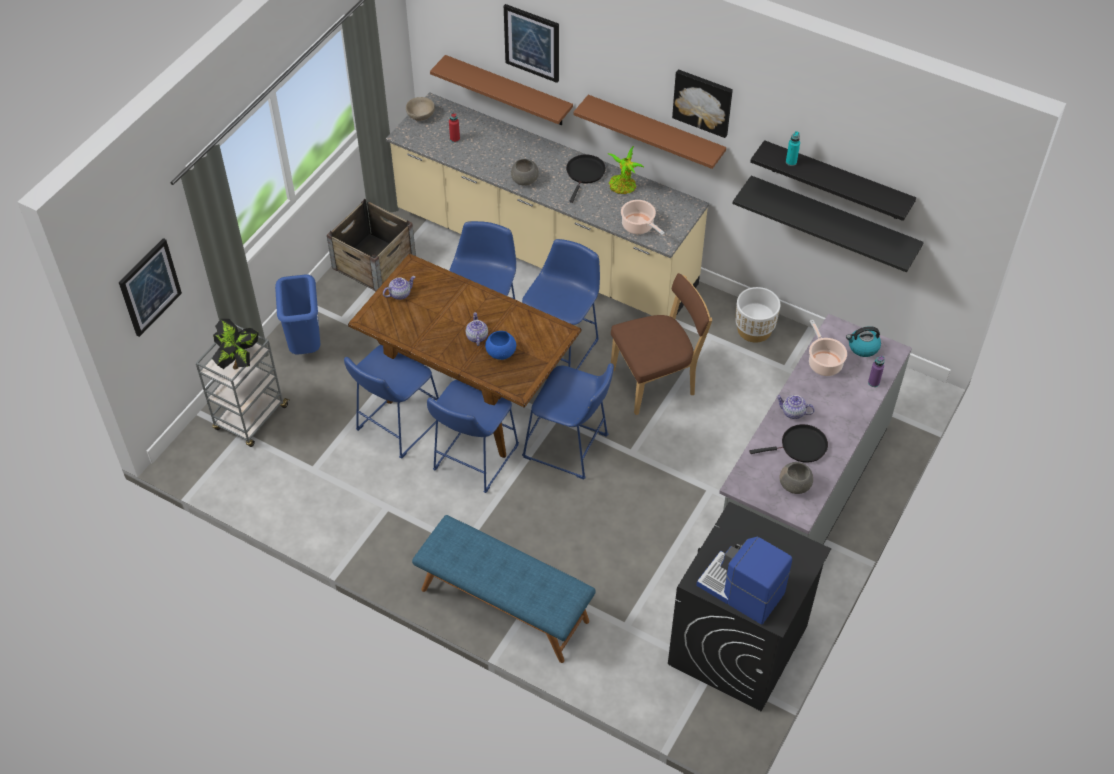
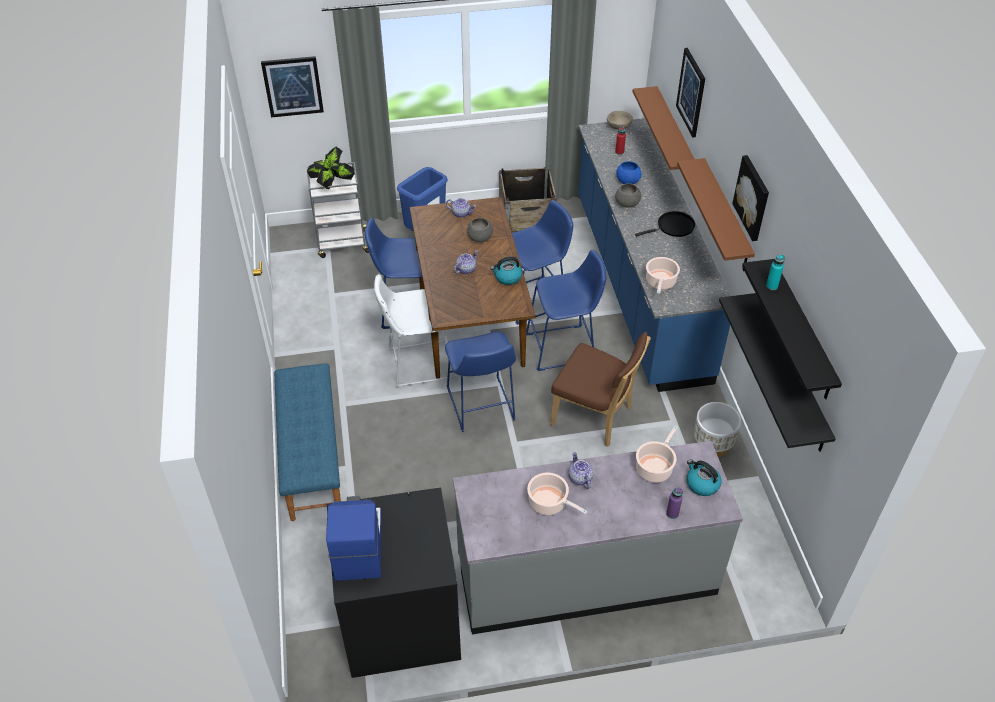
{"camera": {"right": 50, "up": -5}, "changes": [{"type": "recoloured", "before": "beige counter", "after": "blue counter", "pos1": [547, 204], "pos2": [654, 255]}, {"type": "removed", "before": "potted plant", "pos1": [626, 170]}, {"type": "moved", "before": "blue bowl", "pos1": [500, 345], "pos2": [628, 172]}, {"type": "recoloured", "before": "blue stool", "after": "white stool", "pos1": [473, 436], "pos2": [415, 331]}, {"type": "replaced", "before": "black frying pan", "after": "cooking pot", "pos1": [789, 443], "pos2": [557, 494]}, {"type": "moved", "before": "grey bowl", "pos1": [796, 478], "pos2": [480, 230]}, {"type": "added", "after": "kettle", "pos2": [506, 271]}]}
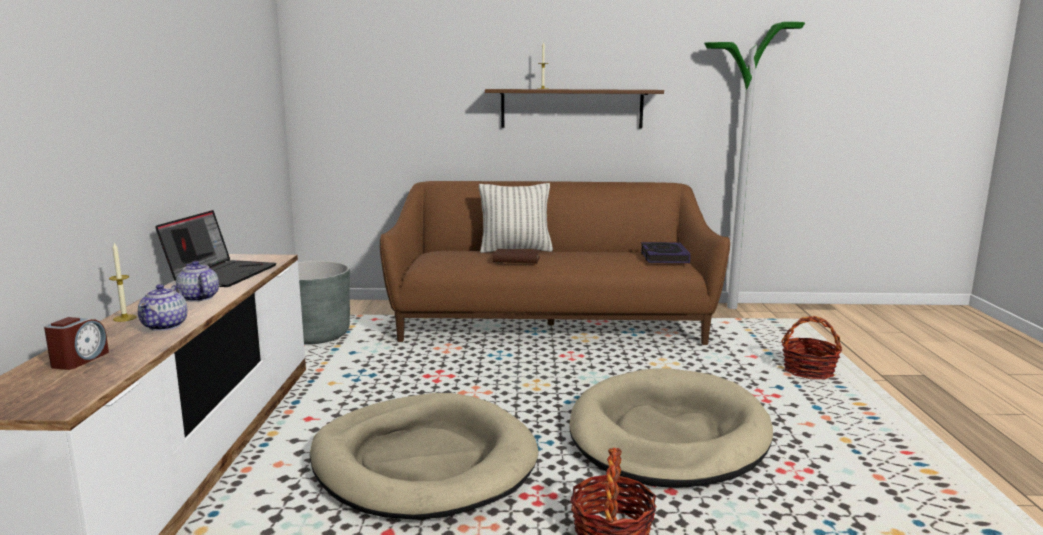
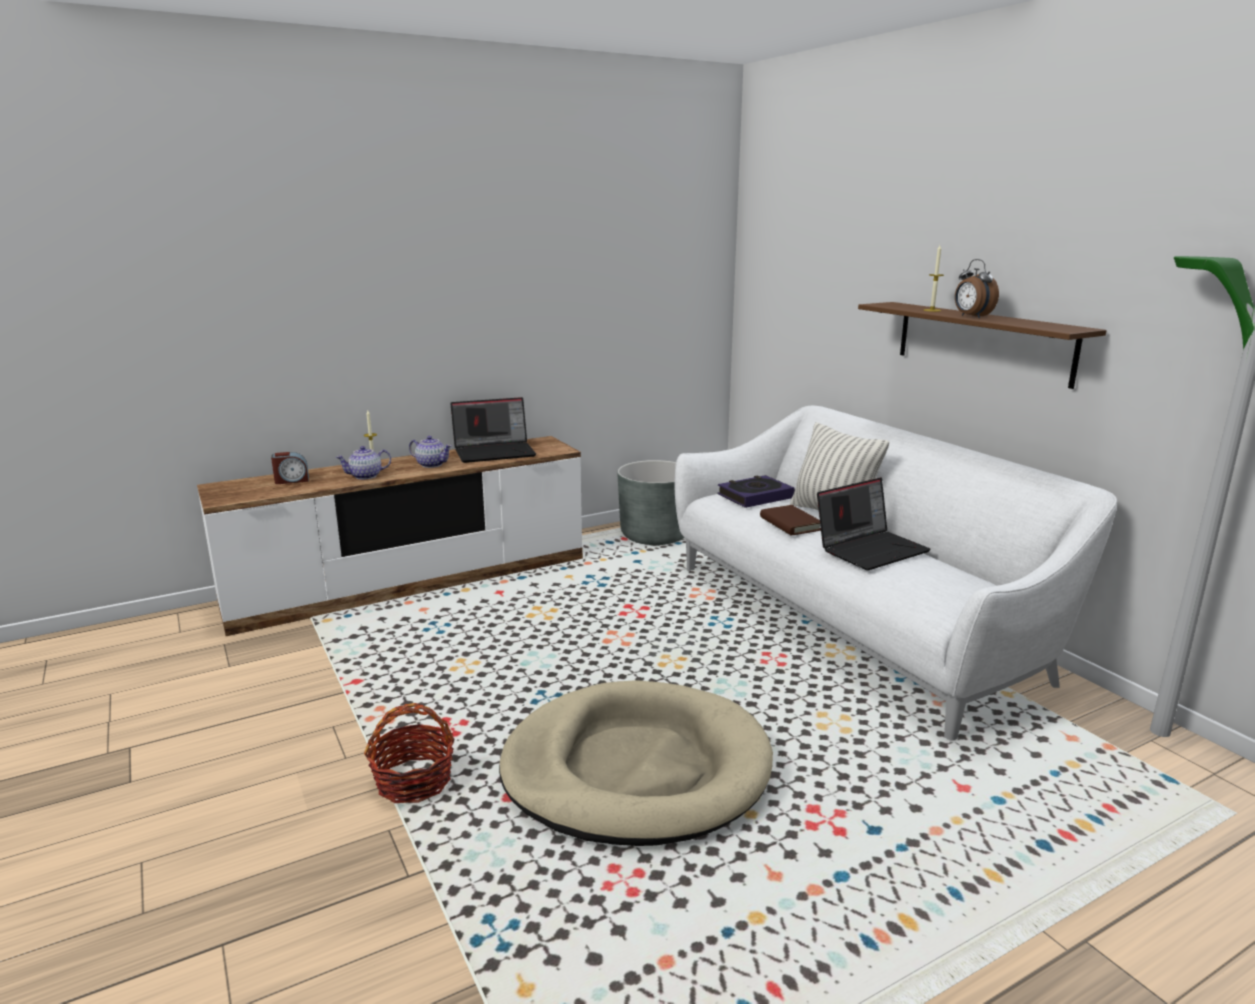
{"camera": {"right": 60, "up": 5}, "changes": [{"type": "recoloured", "before": "brown sofa", "after": "white sofa", "pos1": [555, 263], "pos2": [896, 573]}, {"type": "moved", "before": "book", "pos1": [666, 252], "pos2": [756, 491]}, {"type": "turned", "before": "teapot", "pos1": [197, 281], "pos2": [430, 452], "turn": 90}, {"type": "removed", "before": "basket", "pos1": [811, 347]}, {"type": "removed", "before": "beige dog bed", "pos1": [424, 456]}, {"type": "added", "after": "alarm clock", "pos2": [977, 288]}, {"type": "added", "after": "laptop", "pos2": [874, 524]}]}
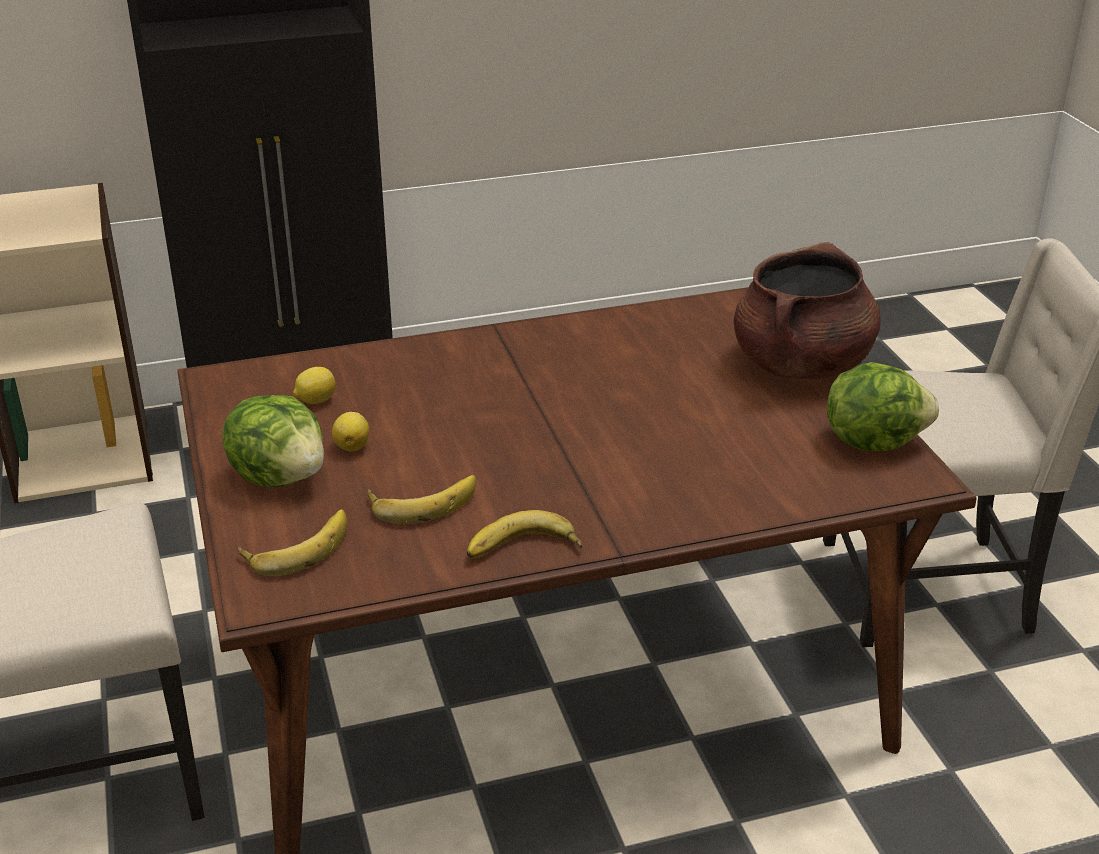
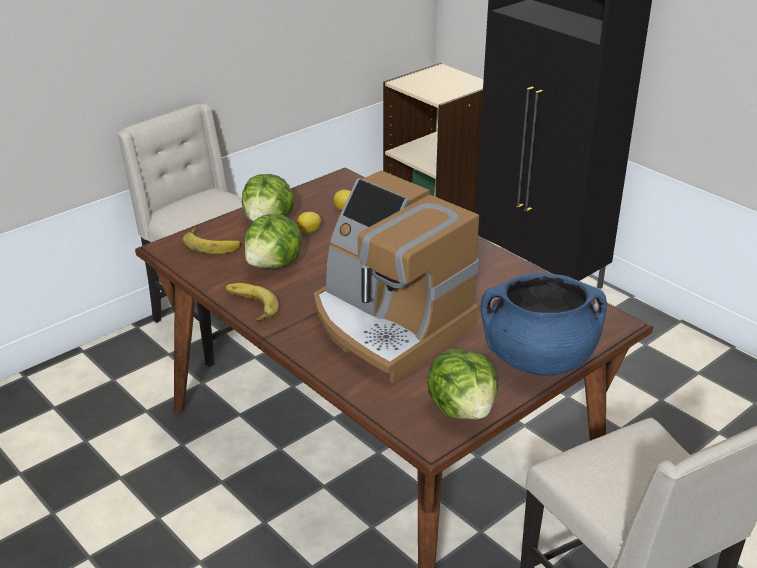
{"camera": {"right": 65, "up": 0}, "changes": [{"type": "recoloured", "before": "brown cooking pot", "after": "blue cooking pot", "pos1": [807, 311], "pos2": [544, 324]}, {"type": "replaced", "before": "banana", "after": "lettuce", "pos1": [422, 499], "pos2": [273, 241]}, {"type": "added", "after": "coffee machine", "pos2": [396, 277]}]}
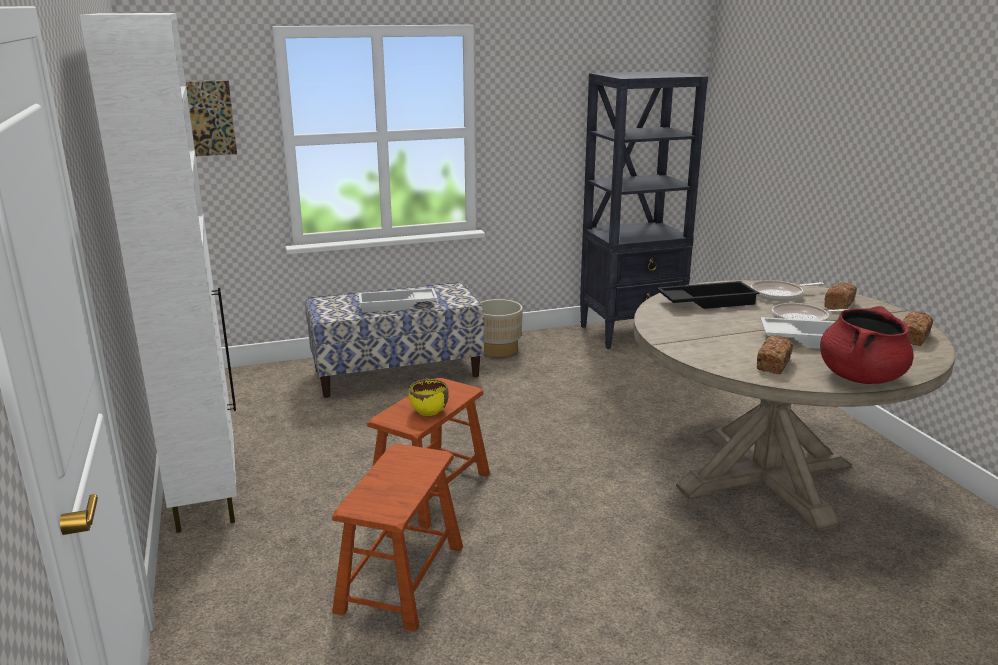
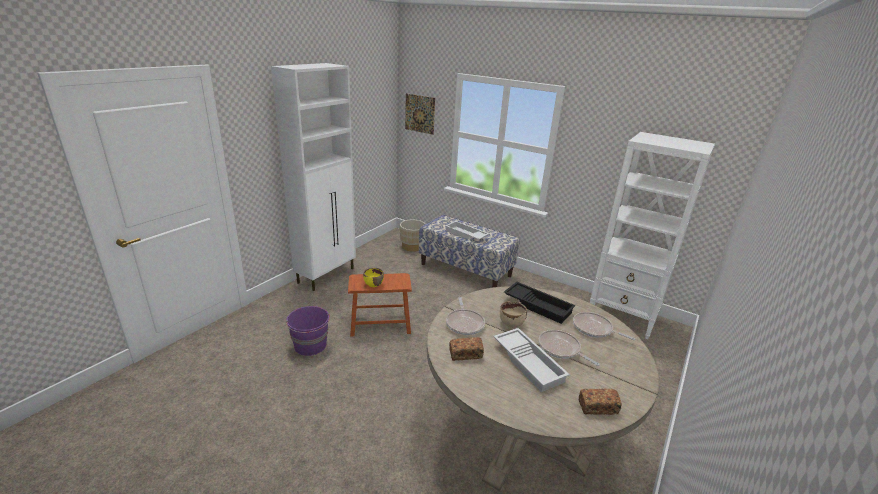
{"camera": {"right": 50, "up": 5}, "changes": [{"type": "recoloured", "before": "black bookcase", "after": "white bookcase", "pos1": [644, 210], "pos2": [652, 235]}, {"type": "removed", "before": "bread", "pos1": [840, 296]}, {"type": "moved", "before": "beige planter", "pos1": [501, 328], "pos2": [413, 236]}, {"type": "removed", "before": "red cooking pot", "pos1": [866, 345]}, {"type": "replaced", "before": "brown stool", "after": "purple bucket", "pos1": [397, 538], "pos2": [308, 331]}, {"type": "added", "after": "frying pan", "pos2": [465, 316]}, {"type": "added", "after": "beige bowl", "pos2": [513, 314]}]}
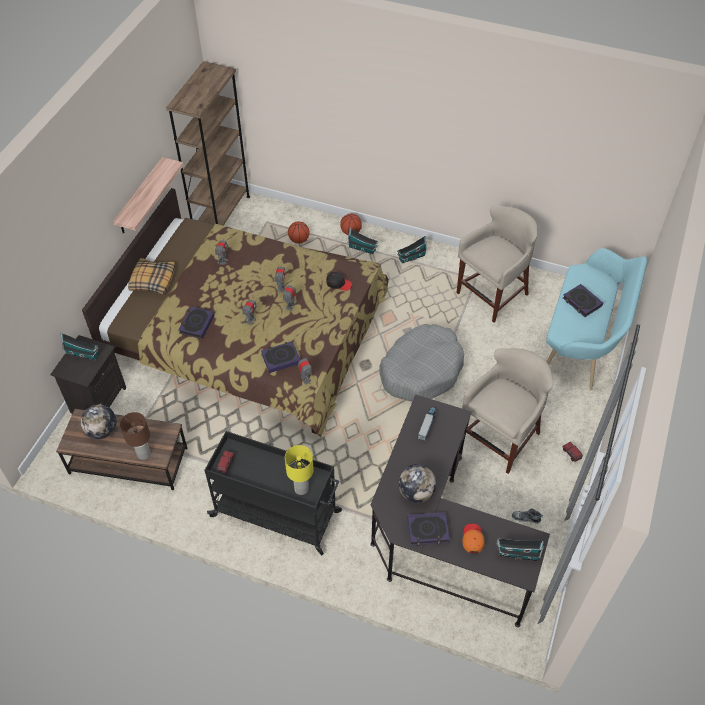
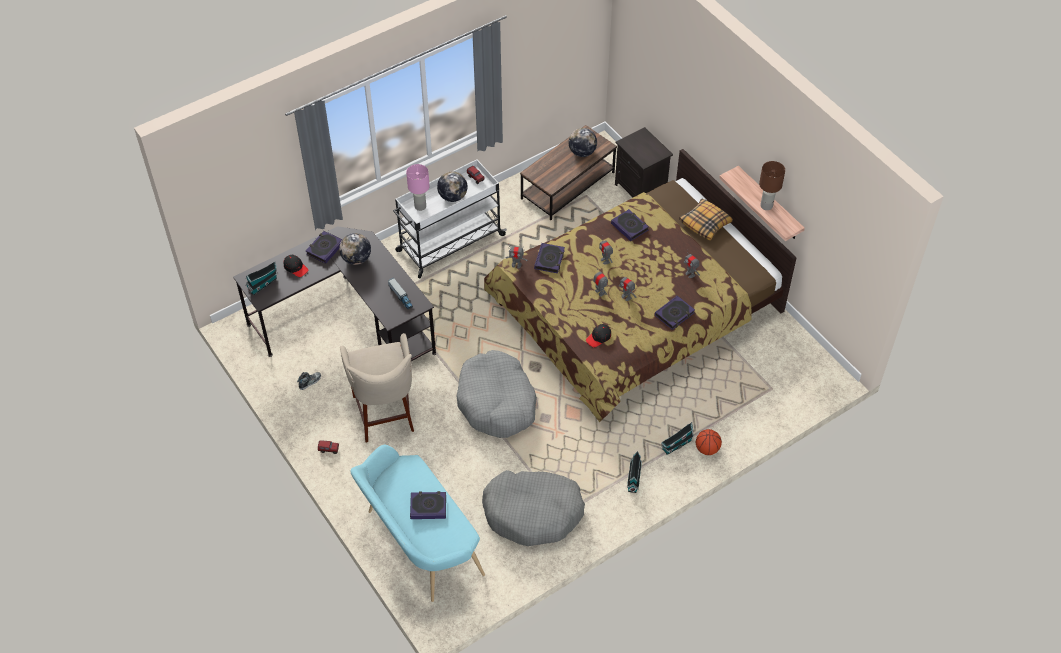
{"camera": {"right": 125, "up": 0}, "changes": [{"type": "removed", "before": "brown bookcase", "pos1": [208, 143]}, {"type": "replaced", "before": "beige stool", "after": "grey dog bed", "pos1": [497, 264], "pos2": [533, 508]}, {"type": "removed", "before": "basketball", "pos1": [299, 232]}, {"type": "removed", "before": "toy house", "pos1": [79, 347]}, {"type": "moved", "before": "brown table lamp", "pos1": [135, 436], "pos2": [772, 185]}, {"type": "recoloured", "before": "black cart", "after": "white cart", "pos1": [273, 493], "pos2": [450, 218]}, {"type": "recoloured", "before": "yellow table lamp", "after": "pink table lamp", "pos1": [299, 470], "pos2": [418, 187]}, {"type": "recoloured", "before": "orange cap", "after": "black cap", "pos1": [473, 538], "pos2": [295, 266]}, {"type": "added", "after": "globe", "pos2": [452, 186]}, {"type": "added", "after": "book", "pos2": [675, 313]}]}
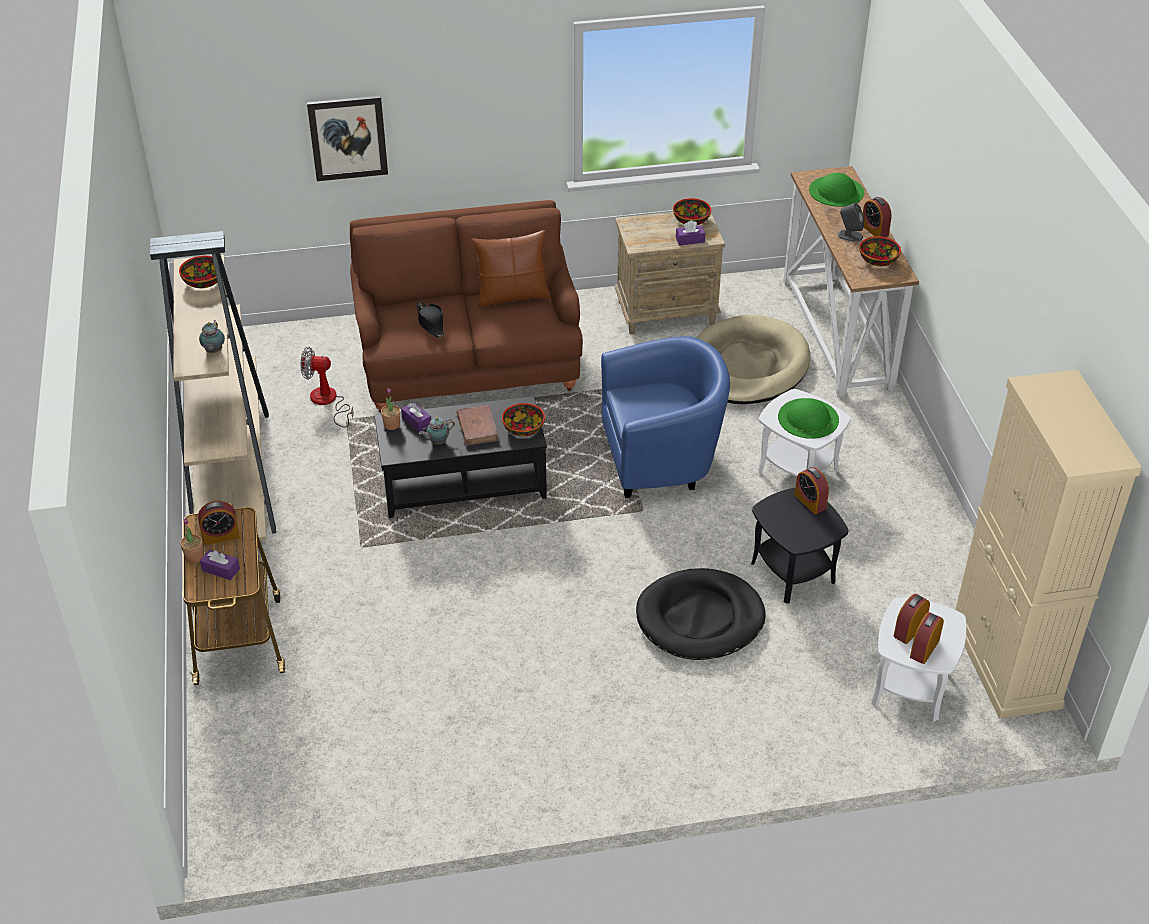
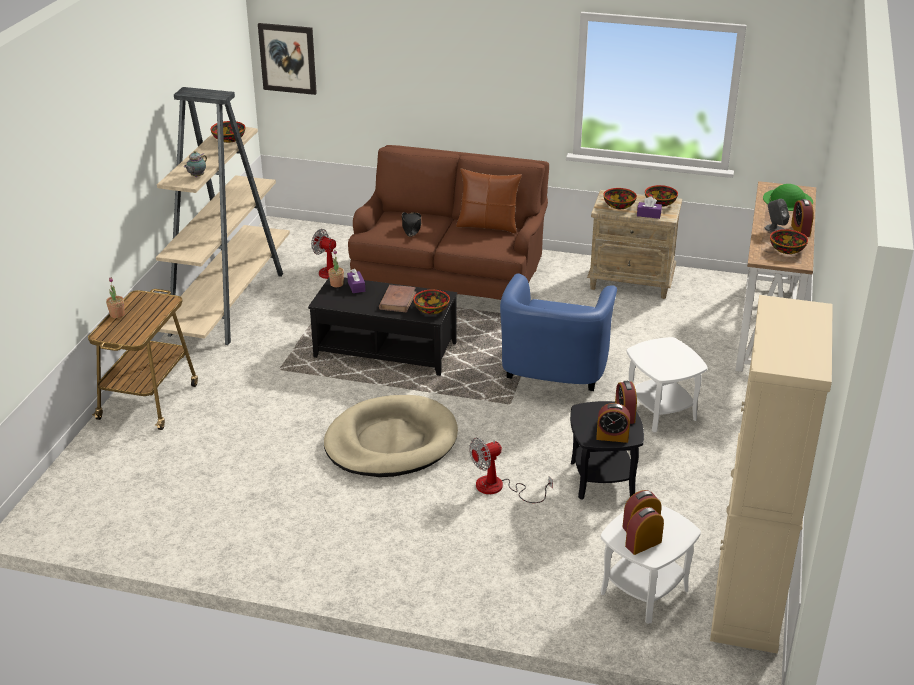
{"camera": {"right": 25, "up": -10}, "changes": [{"type": "moved", "before": "picture", "pos1": [347, 138], "pos2": [287, 59]}, {"type": "moved", "before": "beige dog bed", "pos1": [753, 359], "pos2": [391, 436]}, {"type": "turned", "before": "blue armchair", "pos1": [665, 417], "pos2": [558, 332], "turn": 90}, {"type": "removed", "before": "green hat", "pos1": [808, 418]}, {"type": "removed", "before": "teapot", "pos1": [437, 431]}, {"type": "moved", "before": "alarm clock", "pos1": [219, 523], "pos2": [613, 423]}, {"type": "removed", "before": "purple tissue box", "pos1": [220, 564]}, {"type": "replaced", "before": "black dog bed", "after": "fan", "pos1": [701, 614], "pos2": [511, 470]}, {"type": "added", "after": "bowl", "pos2": [620, 198]}]}
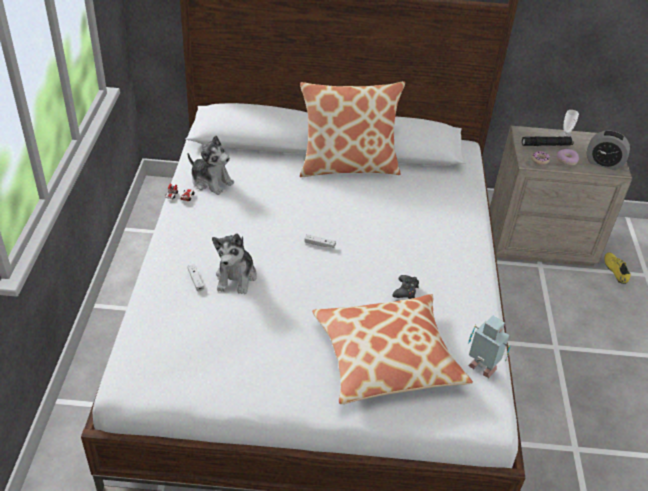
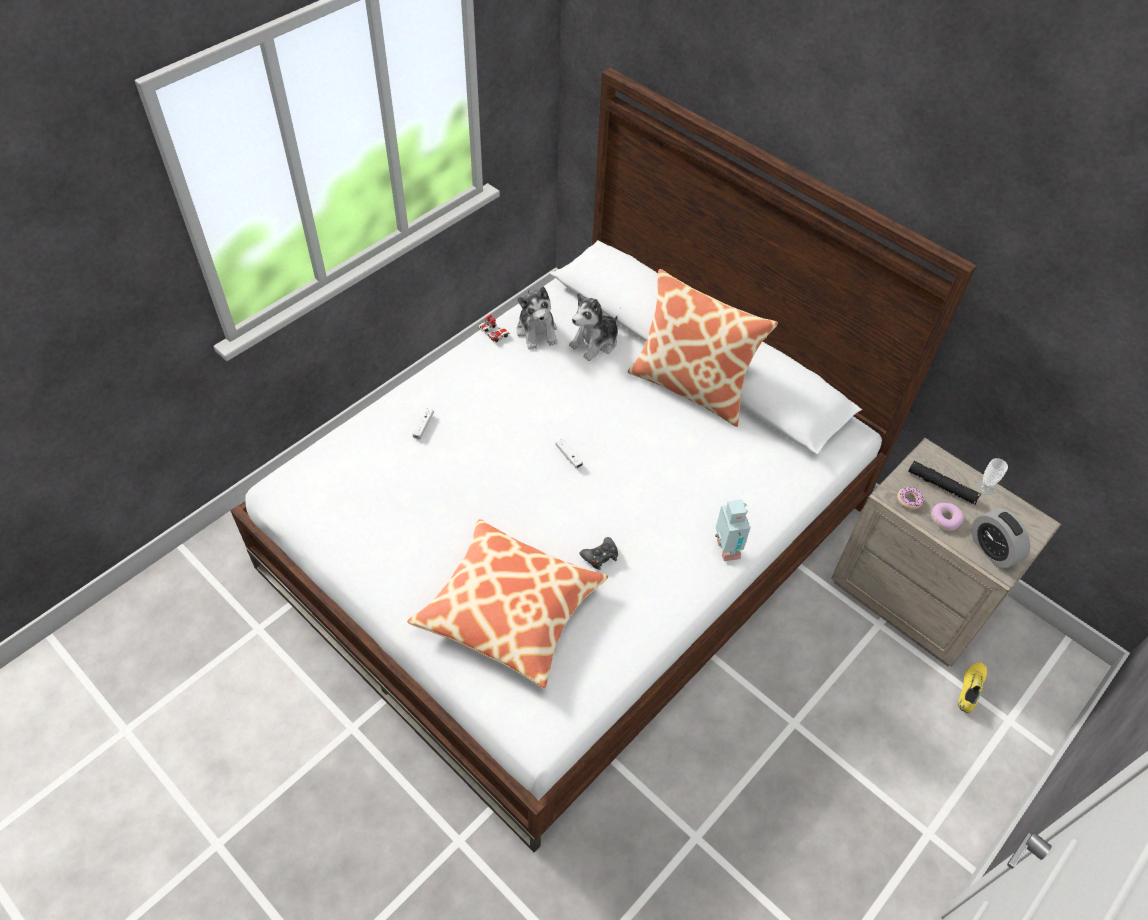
{"camera": {"right": 40, "up": 10}, "changes": [{"type": "moved", "before": "plush toy", "pos1": [234, 264], "pos2": [595, 327]}, {"type": "moved", "before": "toy robot", "pos1": [489, 346], "pos2": [732, 530]}]}
